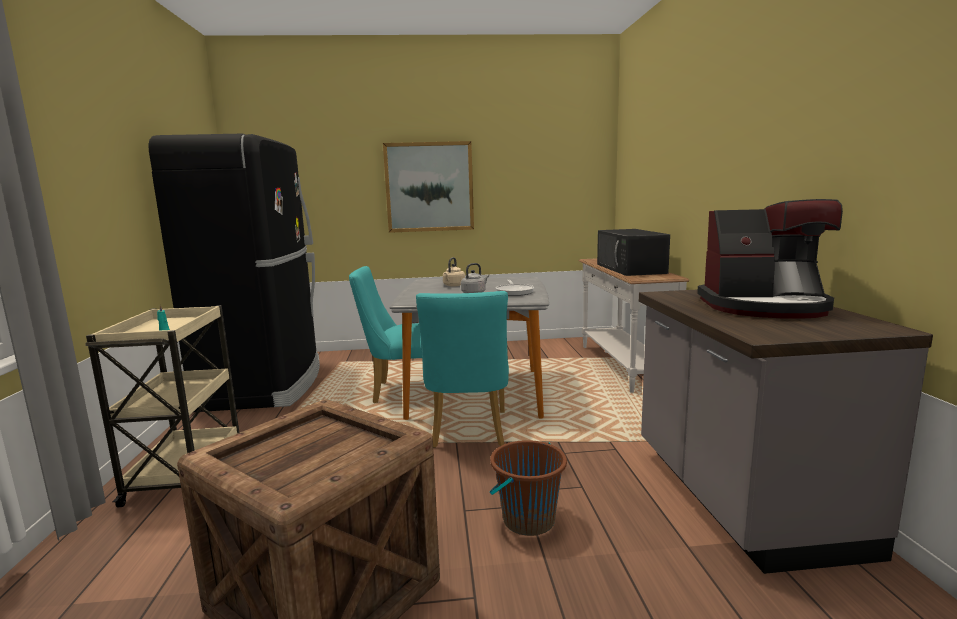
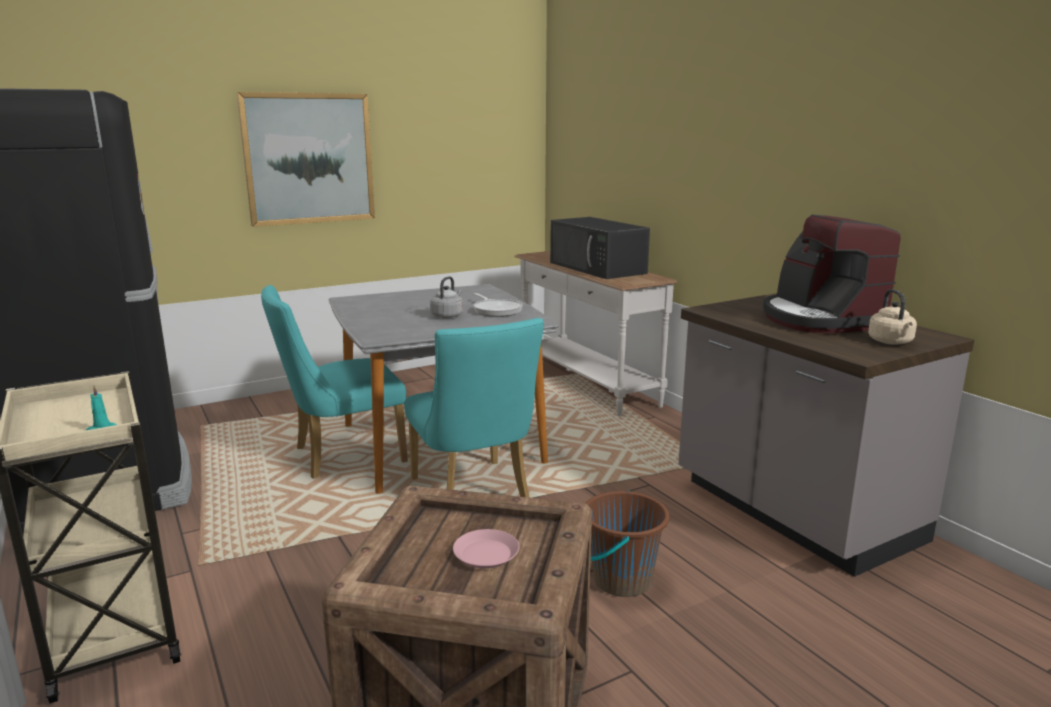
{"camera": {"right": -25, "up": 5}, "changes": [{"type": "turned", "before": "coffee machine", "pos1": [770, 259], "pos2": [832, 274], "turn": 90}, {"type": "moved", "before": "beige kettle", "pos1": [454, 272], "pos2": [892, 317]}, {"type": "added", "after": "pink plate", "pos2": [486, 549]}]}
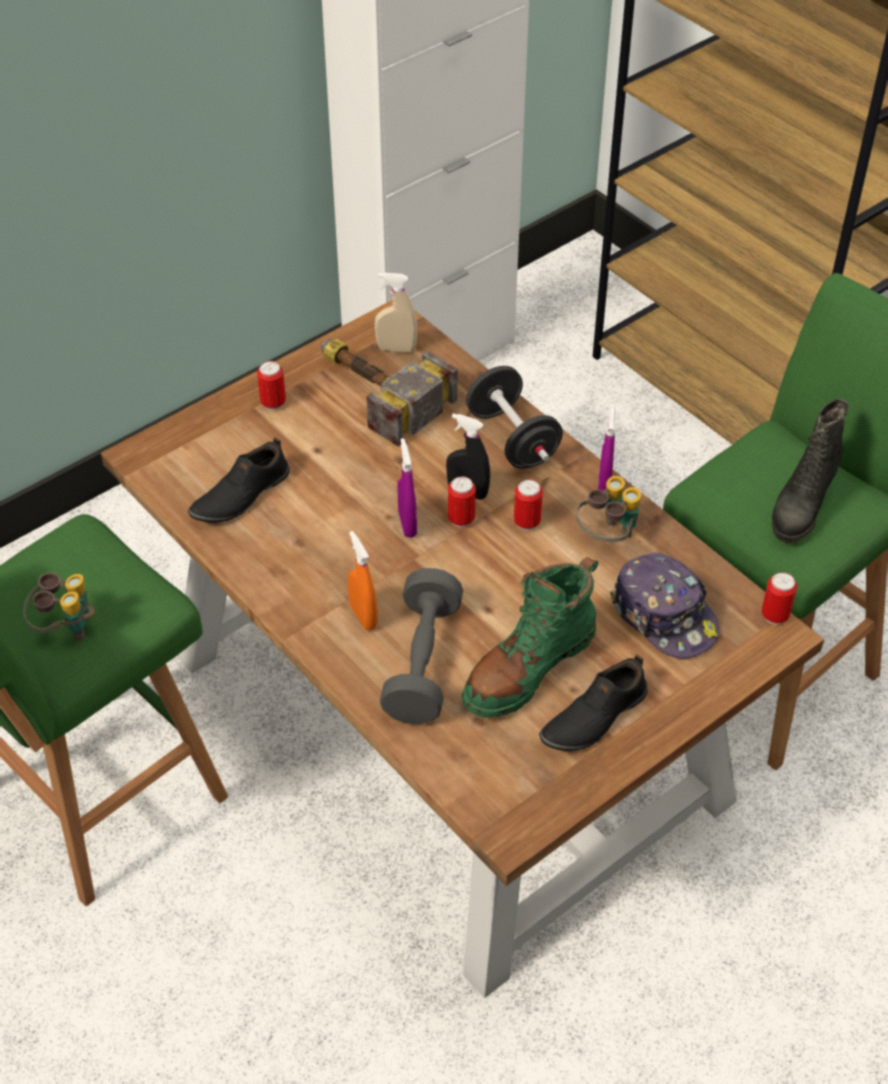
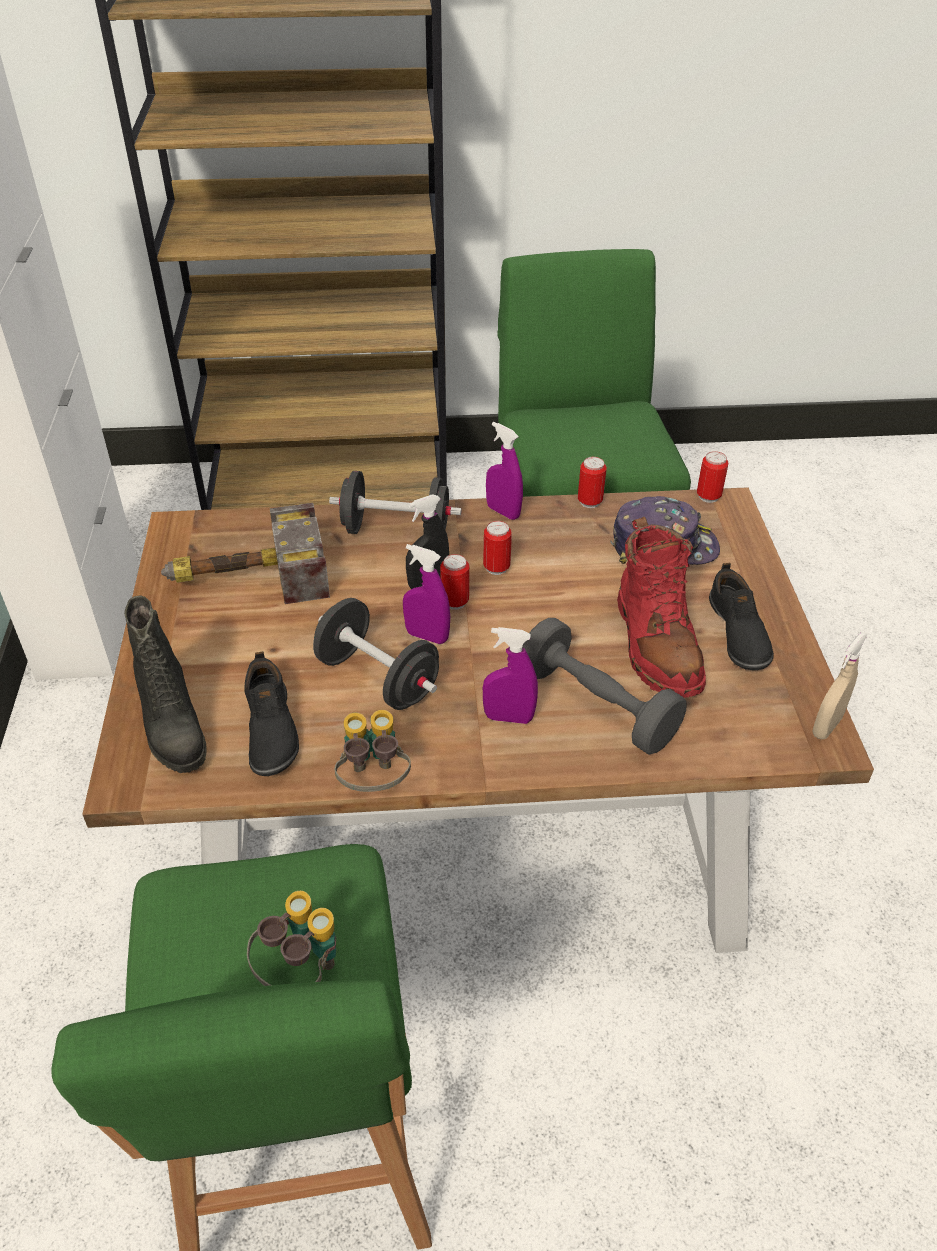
{"camera": {"right": -55, "up": -5}, "changes": [{"type": "moved", "before": "beige spray bottle", "pos1": [396, 312], "pos2": [839, 686]}, {"type": "moved", "before": "can", "pos1": [271, 385], "pos2": [592, 482]}, {"type": "moved", "before": "black boot", "pos1": [810, 470], "pos2": [165, 684]}, {"type": "moved", "before": "binoculars", "pos1": [609, 509], "pos2": [373, 751]}, {"type": "recoloured", "before": "orange spray bottle", "after": "purple spray bottle", "pos1": [362, 580], "pos2": [510, 675]}, {"type": "recoloured", "before": "green boot", "after": "red boot", "pos1": [530, 637], "pos2": [661, 607]}, {"type": "added", "after": "black dumbbell", "pos2": [376, 654]}]}
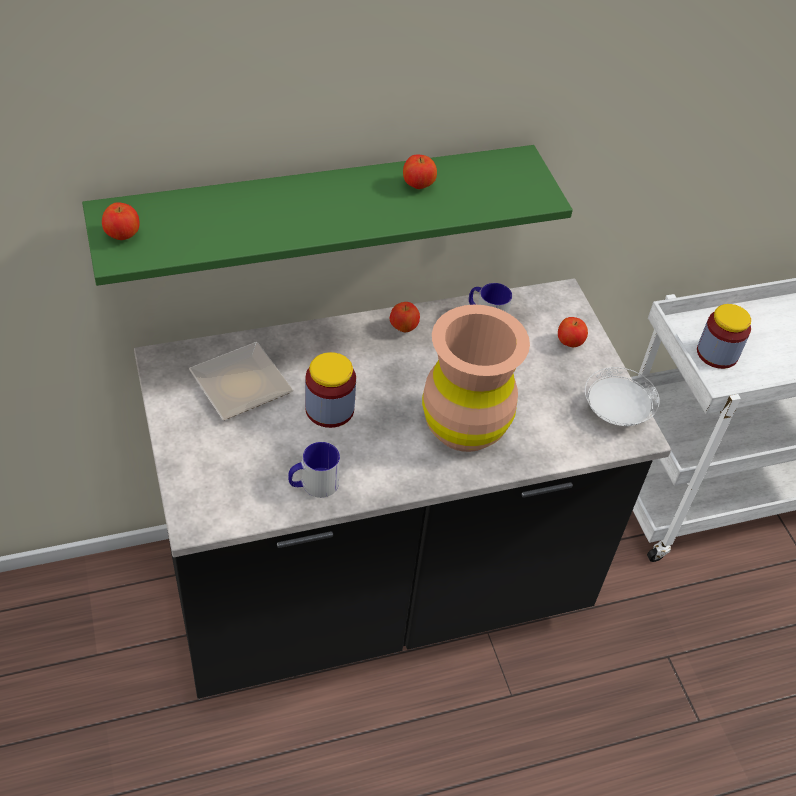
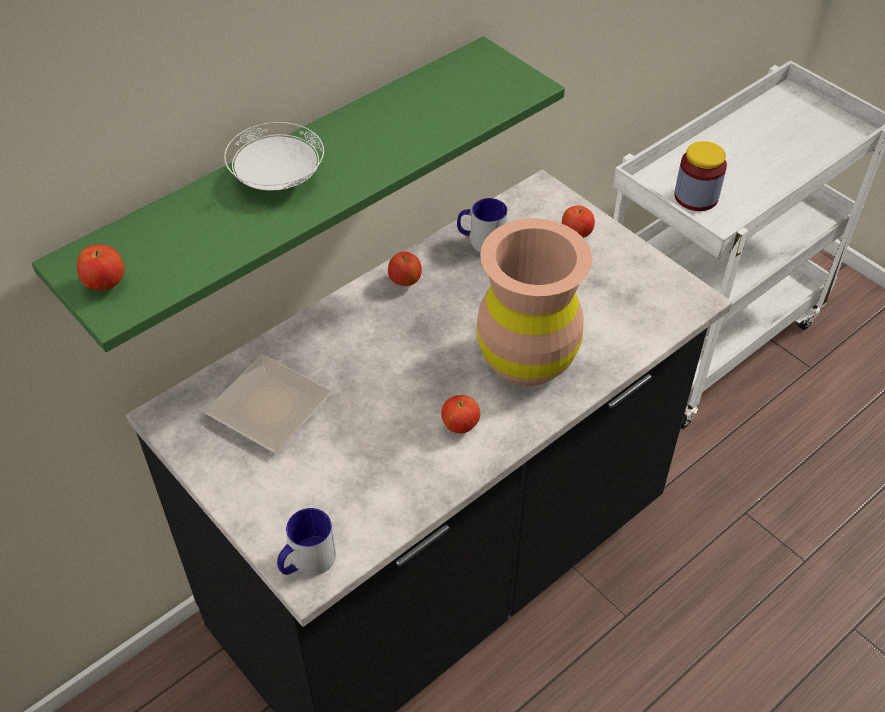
{"camera": {"right": -20, "up": 0}, "changes": [{"type": "moved", "before": "apple", "pos1": [420, 172], "pos2": [460, 414]}, {"type": "removed", "before": "jar", "pos1": [330, 390]}, {"type": "moved", "before": "white plate", "pos1": [622, 396], "pos2": [274, 156]}, {"type": "moved", "before": "mug", "pos1": [314, 470], "pos2": [306, 541]}]}
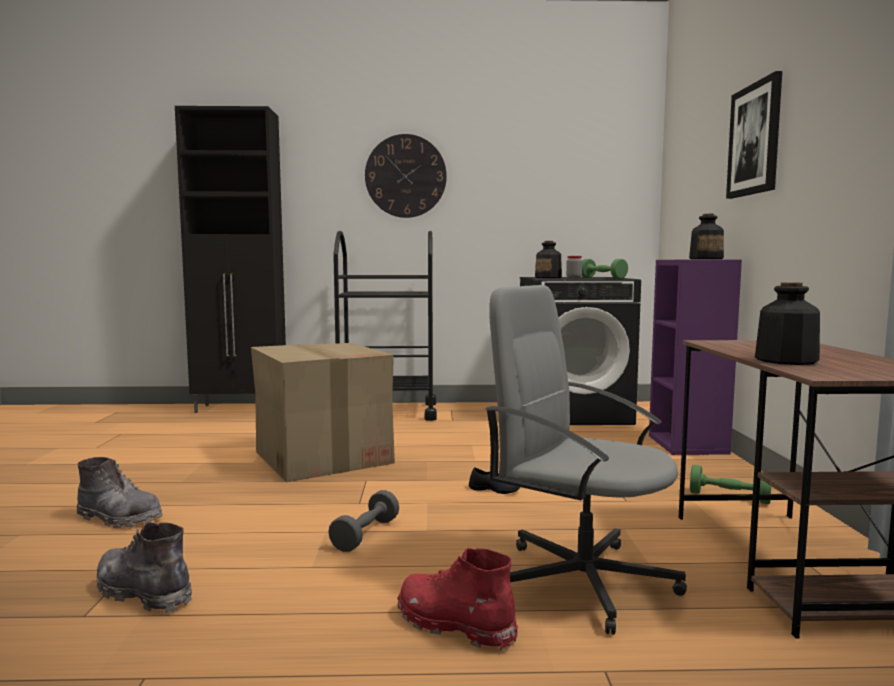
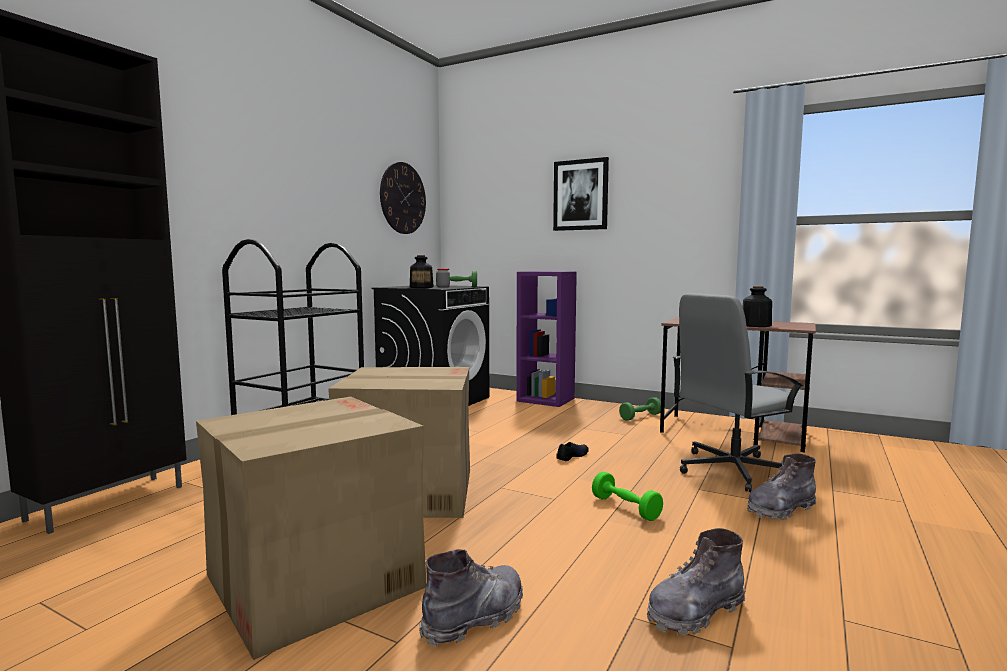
{"camera": {"right": -60, "up": 0}, "changes": [{"type": "moved", "before": "wall clock", "pos1": [406, 176], "pos2": [403, 198]}, {"type": "removed", "before": "bottle", "pos1": [706, 236]}, {"type": "recoloured", "before": "grey dumbbell", "after": "green dumbbell", "pos1": [363, 521], "pos2": [627, 496]}, {"type": "recoloured", "before": "red boot", "after": "grey boot", "pos1": [457, 599], "pos2": [781, 486]}, {"type": "added", "after": "cardboard box", "pos2": [311, 528]}]}
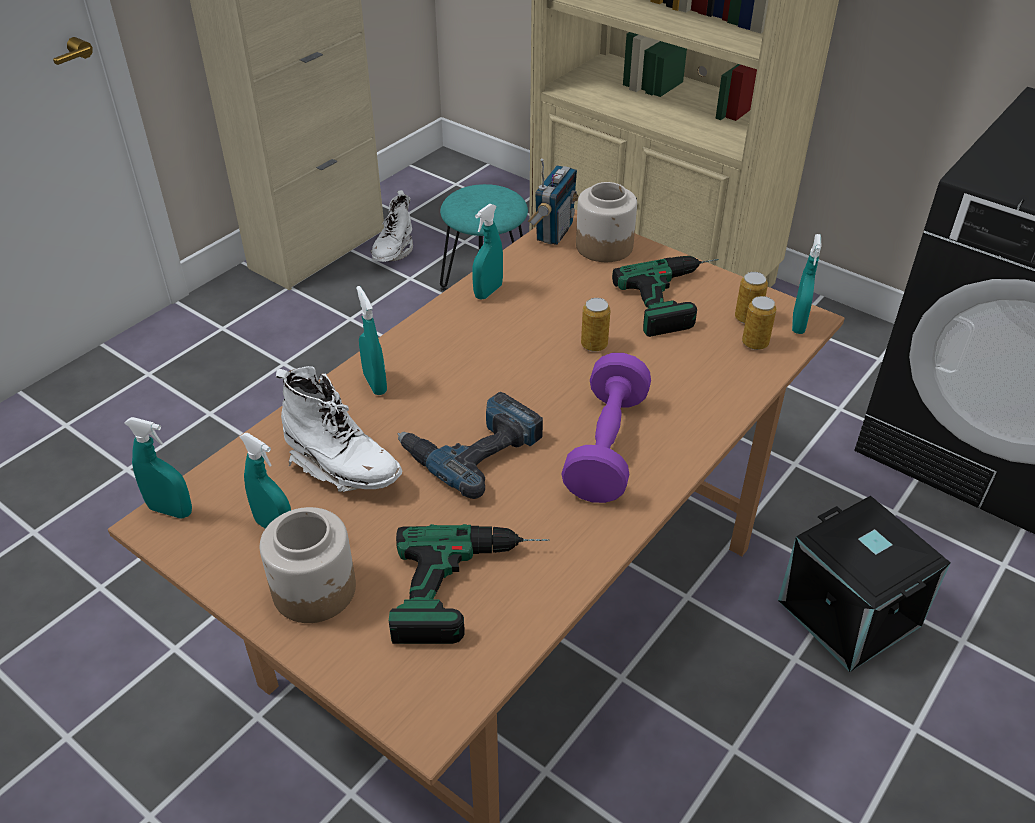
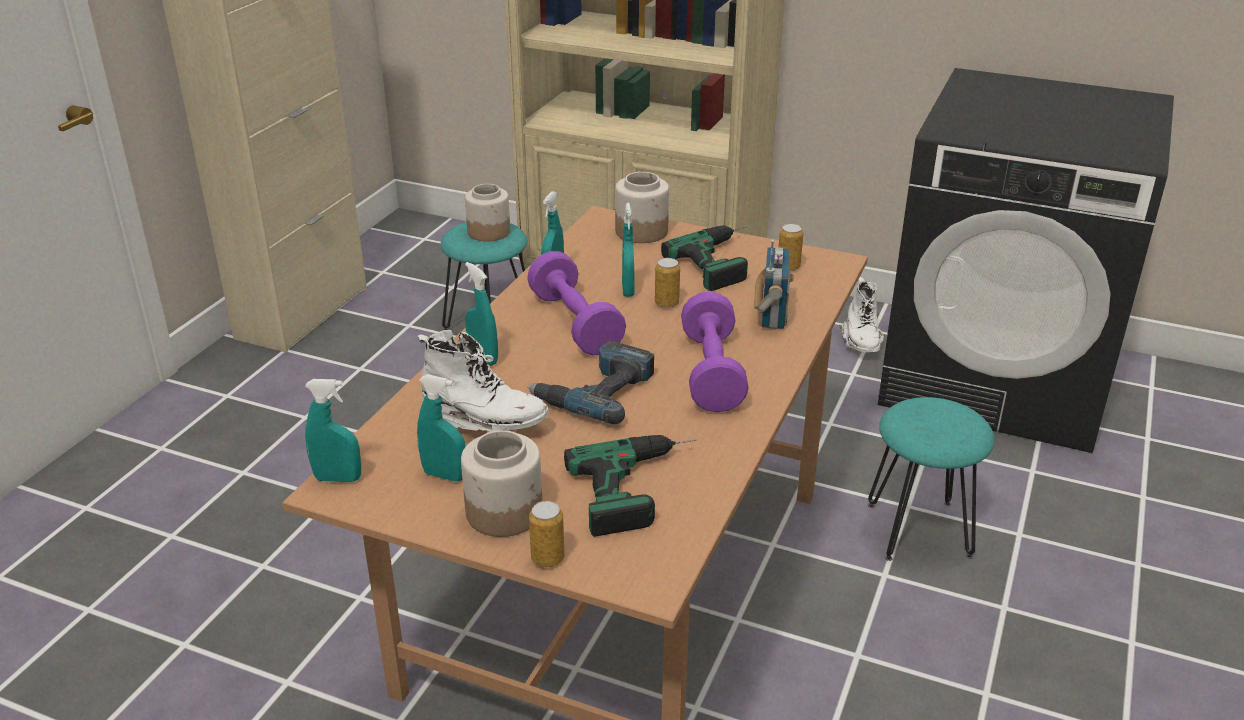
{"camera": {"right": -15, "up": -10}, "changes": [{"type": "moved", "before": "radio", "pos1": [553, 201], "pos2": [774, 284]}, {"type": "moved", "before": "white boot", "pos1": [391, 226], "pos2": [861, 314]}, {"type": "moved", "before": "turquoise spray bottle", "pos1": [806, 284], "pos2": [628, 250]}, {"type": "moved", "before": "can", "pos1": [759, 323], "pos2": [547, 534]}, {"type": "replaced", "before": "black storage box", "after": "turquoise stool", "pos1": [864, 584], "pos2": [931, 479]}, {"type": "added", "after": "jar", "pos2": [487, 212]}, {"type": "added", "after": "purple dumbbell", "pos2": [576, 303]}]}
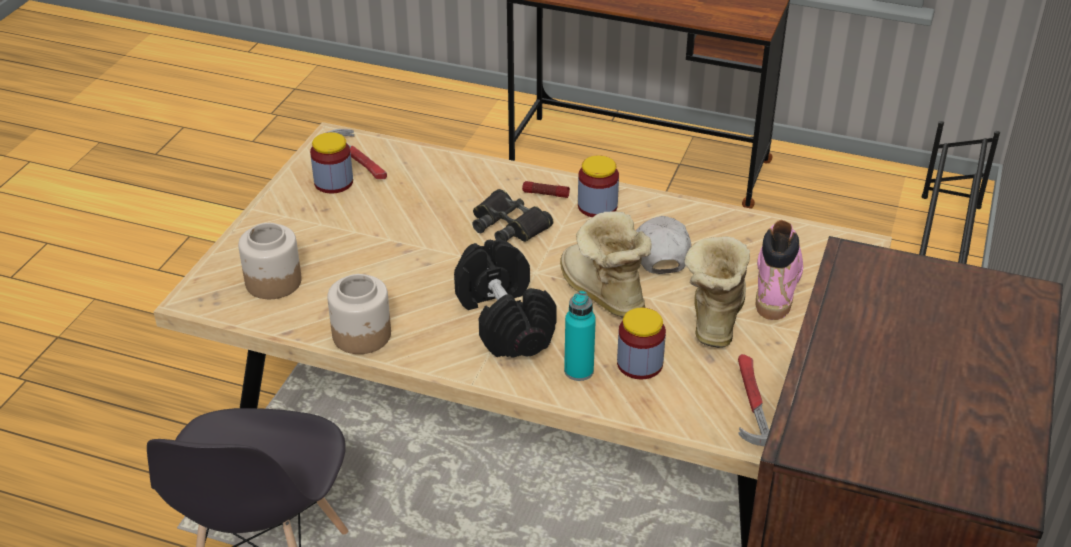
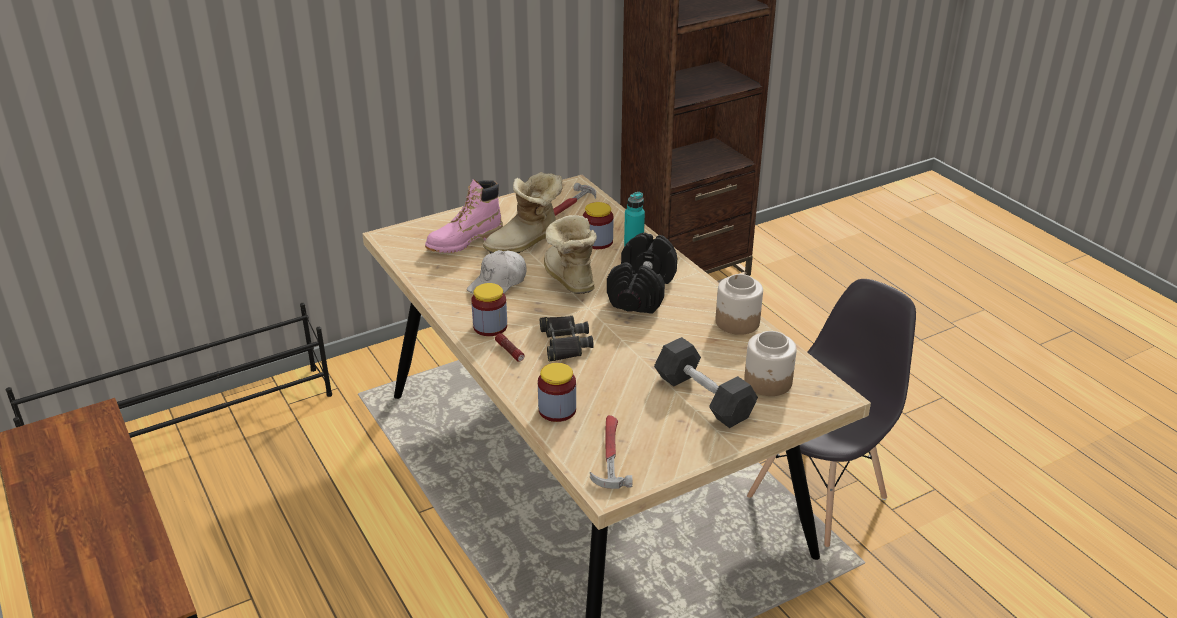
{"camera": {"right": -140, "up": -5}, "changes": [{"type": "moved", "before": "jar", "pos1": [331, 162], "pos2": [557, 392]}, {"type": "turned", "before": "boot", "pos1": [606, 264], "pos2": [570, 254], "turn": 150}, {"type": "added", "after": "grey dumbbell", "pos2": [706, 382]}]}
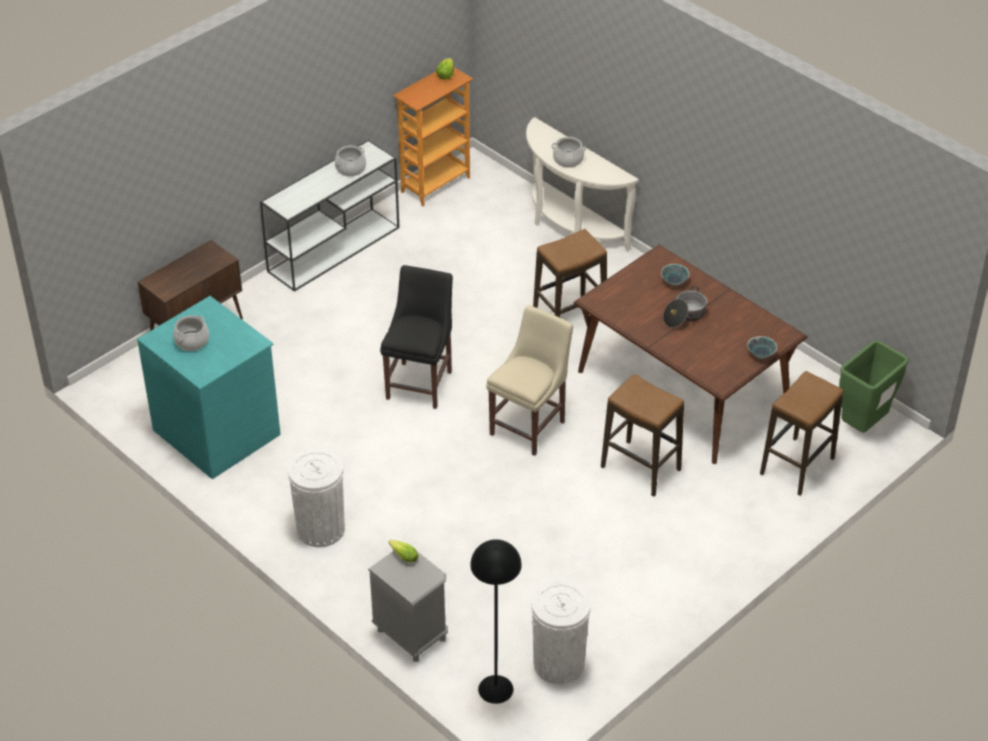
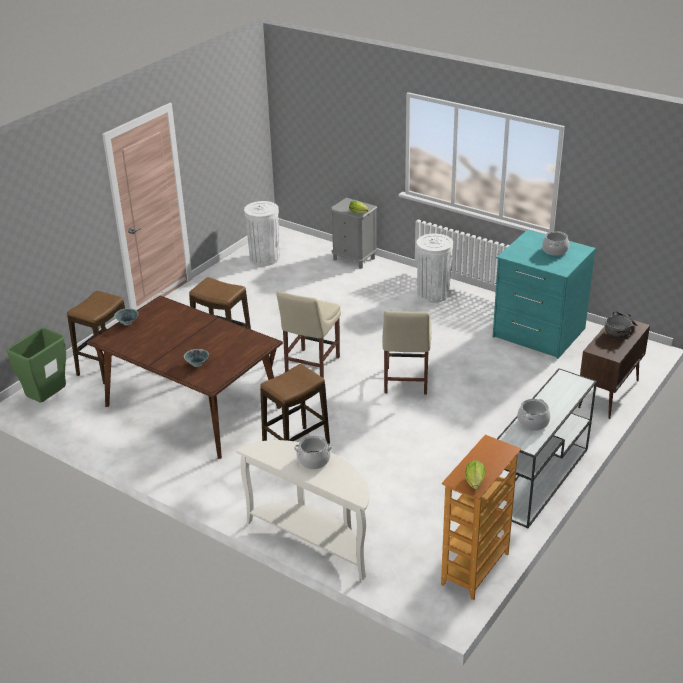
{"camera": {"right": 170, "up": -10}, "changes": [{"type": "recoloured", "before": "black chair", "after": "beige chair", "pos1": [416, 337], "pos2": [407, 352]}, {"type": "moved", "before": "cooking pot", "pos1": [685, 307], "pos2": [621, 325]}, {"type": "removed", "before": "black floor lamp", "pos1": [496, 621]}]}
